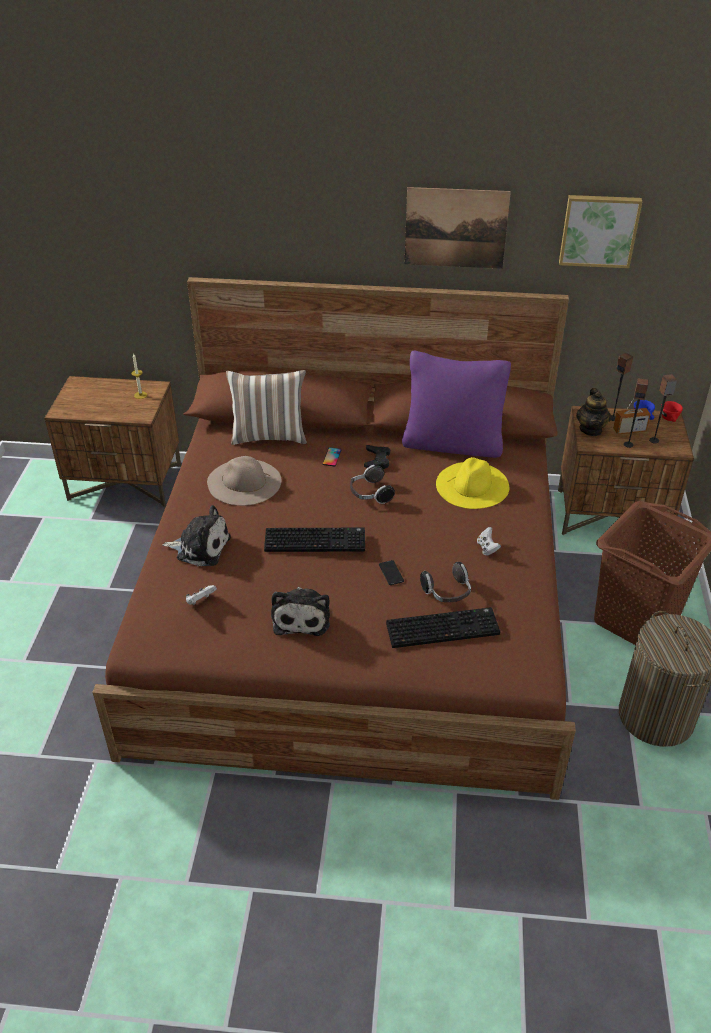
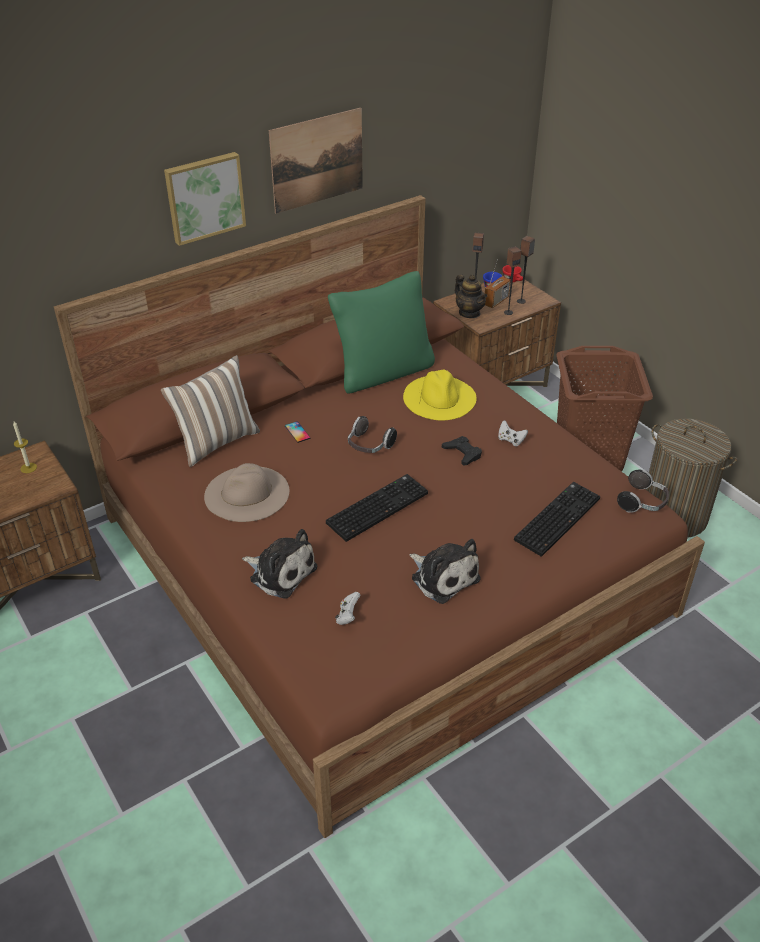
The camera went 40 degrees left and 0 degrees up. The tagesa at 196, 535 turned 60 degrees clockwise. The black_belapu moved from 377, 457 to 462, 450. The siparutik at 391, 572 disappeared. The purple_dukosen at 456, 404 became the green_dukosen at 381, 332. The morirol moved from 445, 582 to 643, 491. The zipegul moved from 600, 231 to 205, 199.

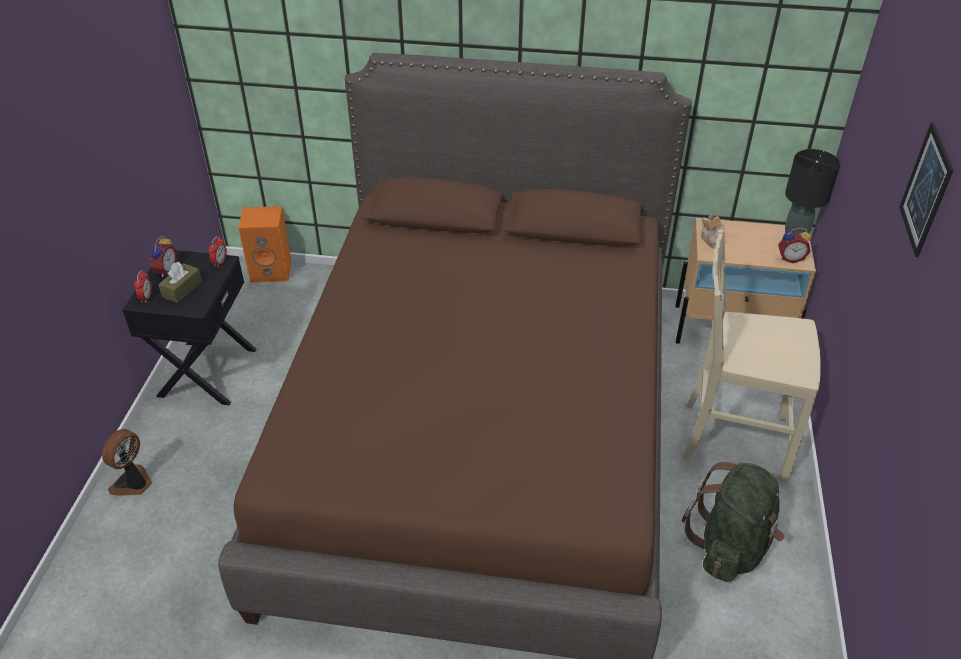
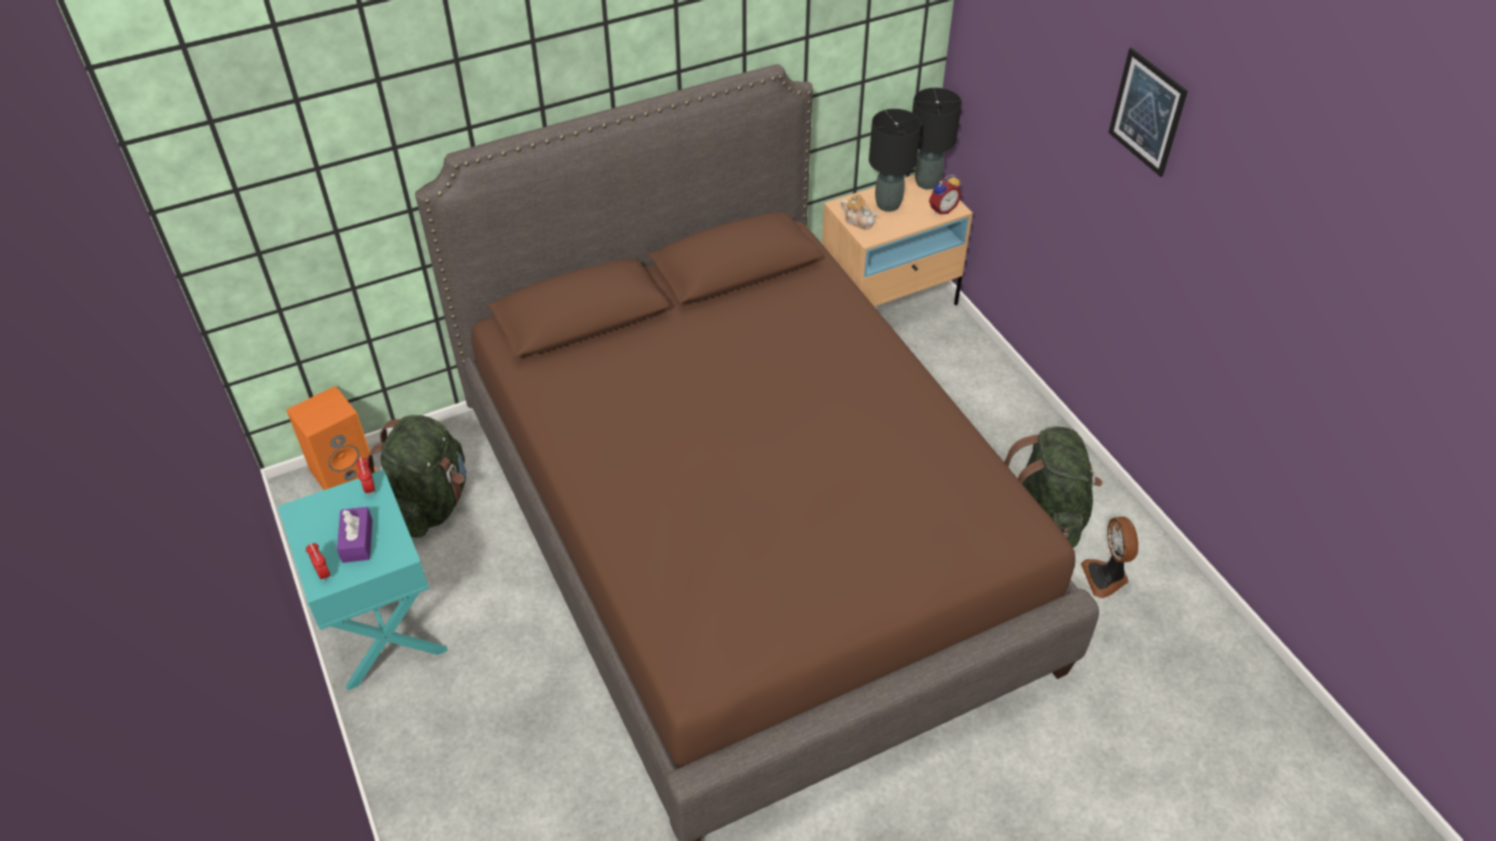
The camera went 35 degrees left and 5 degrees up. The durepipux moved from 127, 462 to 1109, 557. The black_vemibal at 189, 327 became the turquoise_vemibal at 363, 580. The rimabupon at 163, 256 disappeared. The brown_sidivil at 180, 282 became the purple_sidivil at 355, 535. The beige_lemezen at 752, 356 disappeared. The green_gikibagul at 416, 476 appeared. The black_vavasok at 895, 160 appeared.

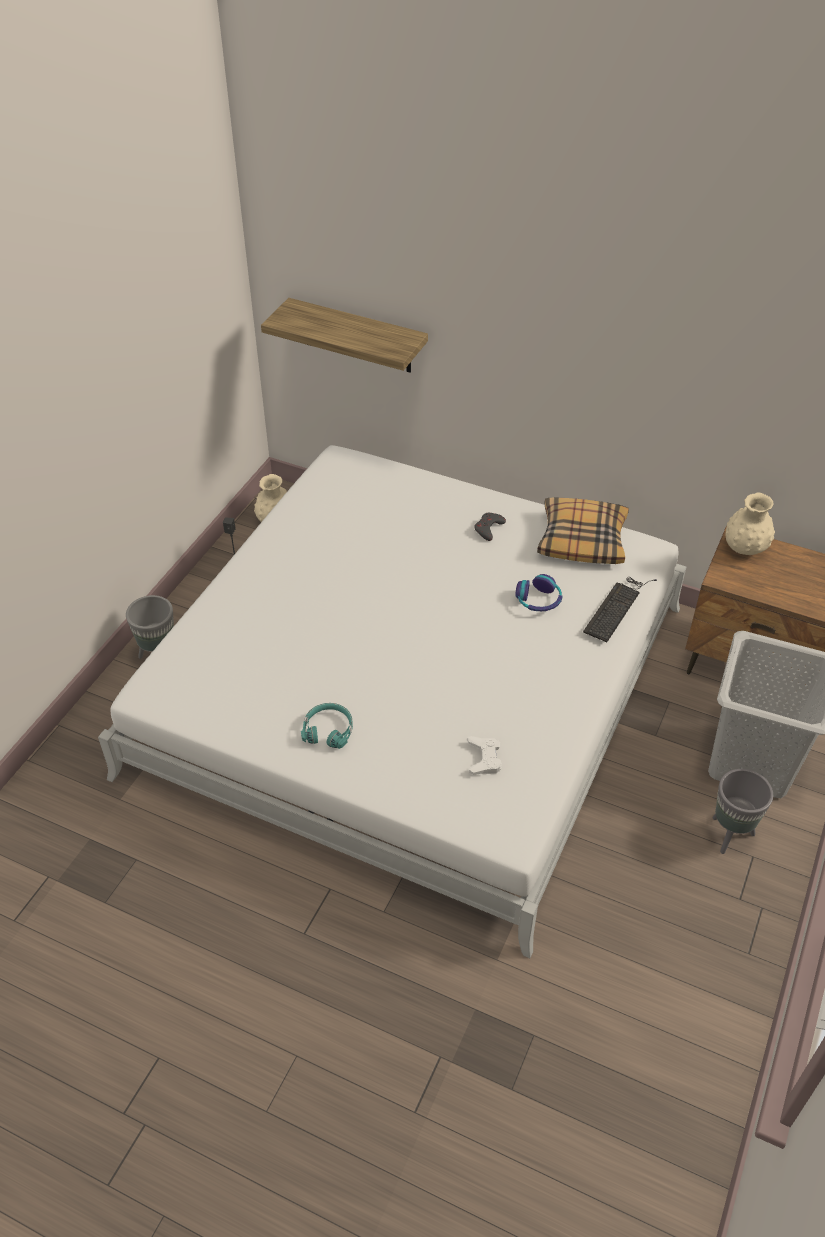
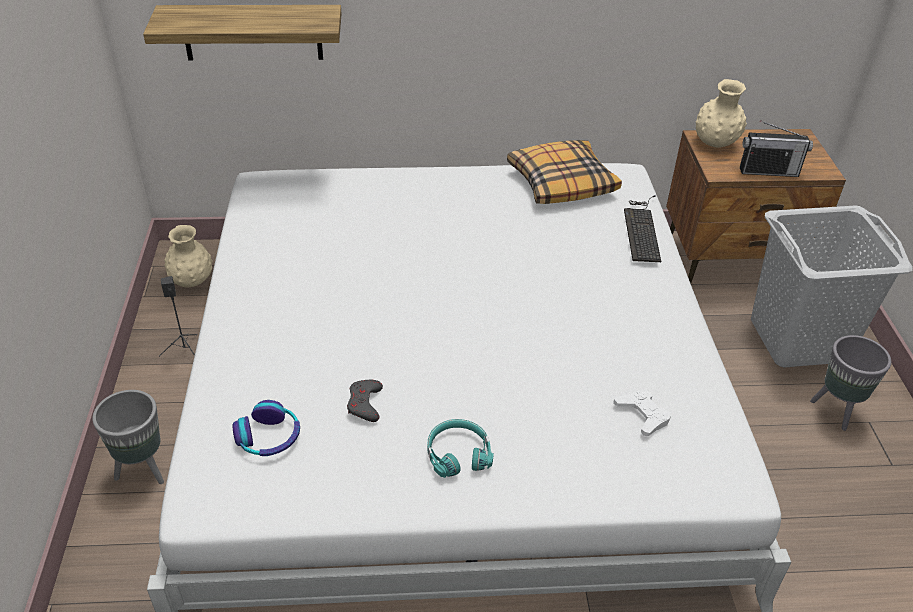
The camera went 30 degrees left and 5 degrees down. The grey_belapu moved from 490, 527 to 365, 401. The morirol moved from 539, 592 to 266, 428. The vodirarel at 776, 148 appeared.

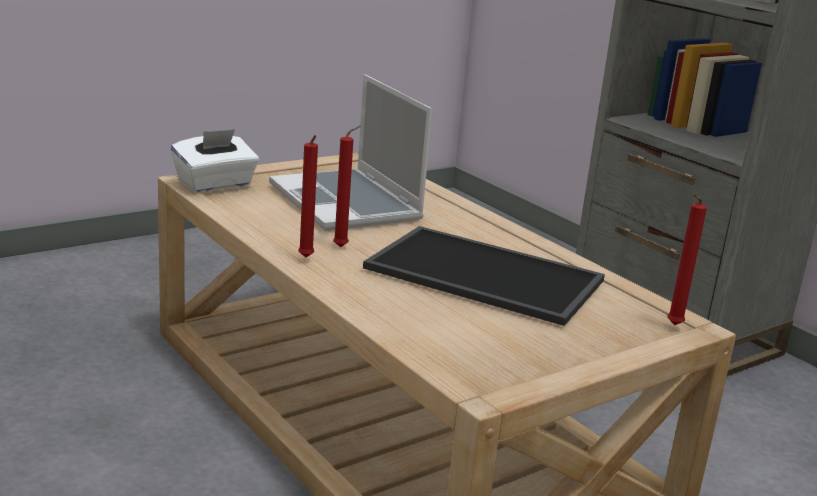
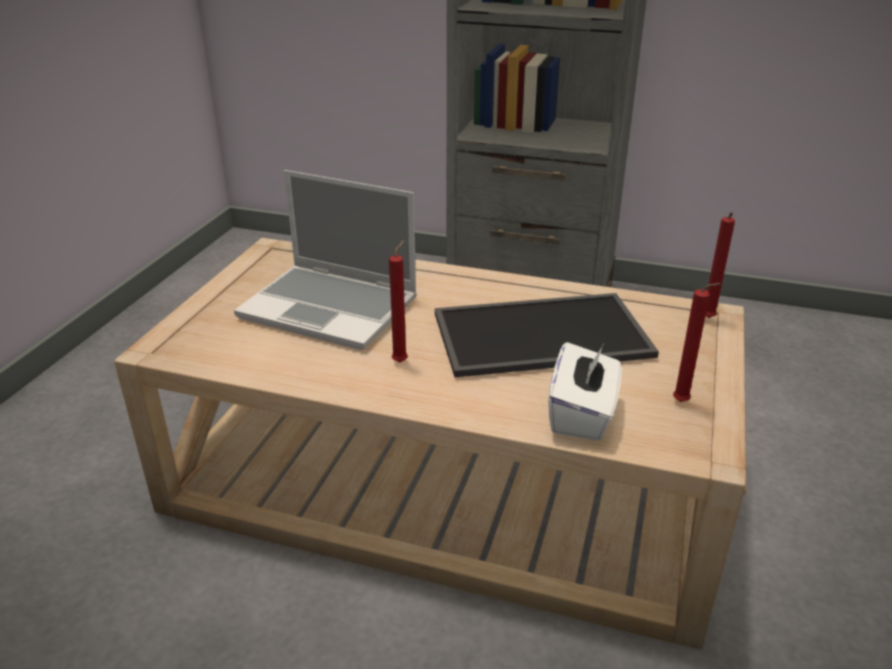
The camera went 35 degrees left and 10 degrees up. The white_sidivil moved from 215, 161 to 585, 391. The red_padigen moved from 308, 196 to 697, 342.

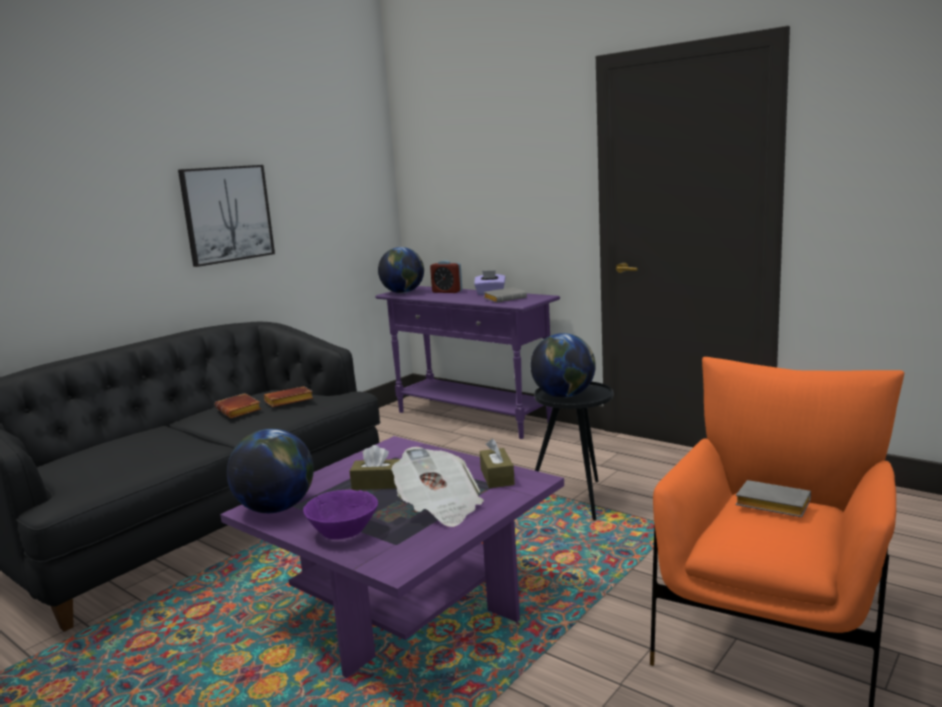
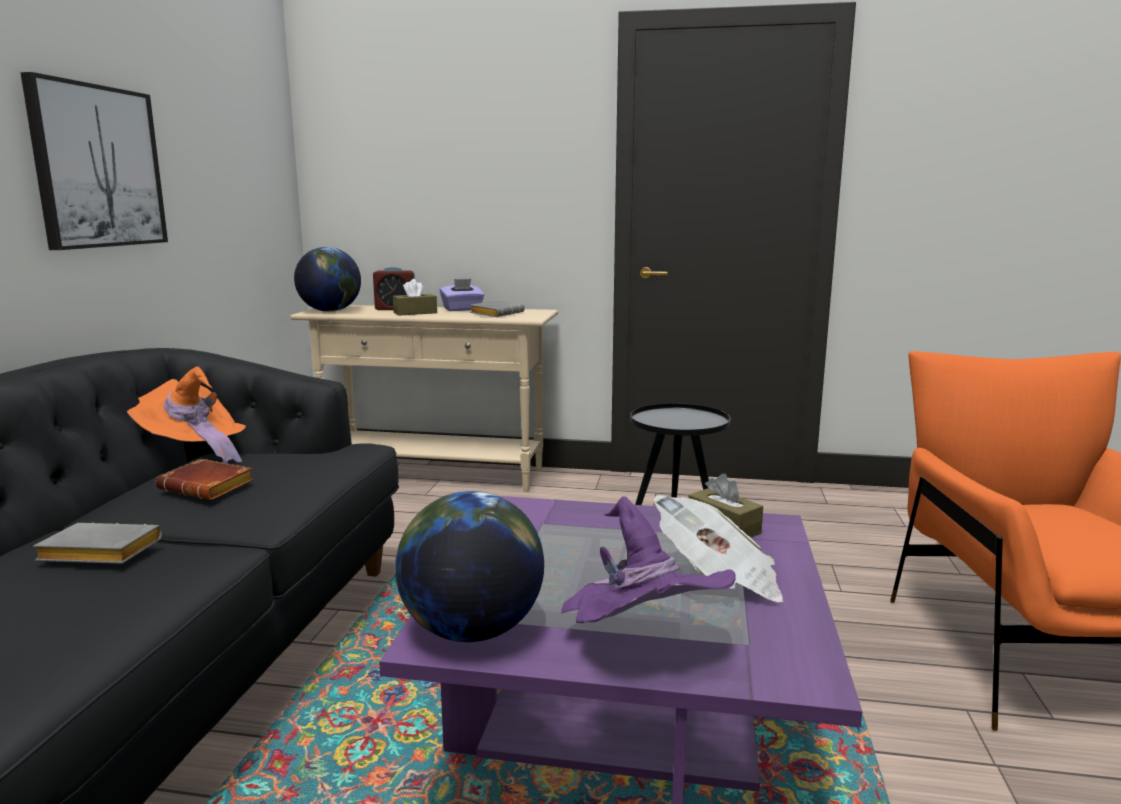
The camera went 30 degrees left and 0 degrees up. The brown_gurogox at 288, 396 disappeared. The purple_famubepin at 340, 514 was replaced by the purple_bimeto at 648, 559. The brown_sidivil moved from 375, 467 to 415, 297. The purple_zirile at 467, 362 became the beige_zirile at 424, 398. The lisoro at 563, 365 disappeared. The grey_gurogox moved from 773, 498 to 97, 543. The orange_bimeto at 186, 415 appeared.

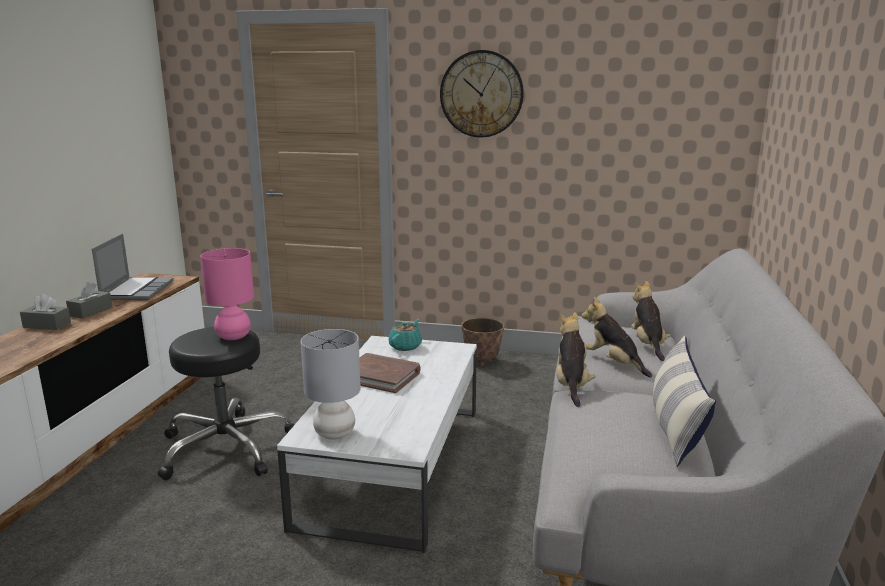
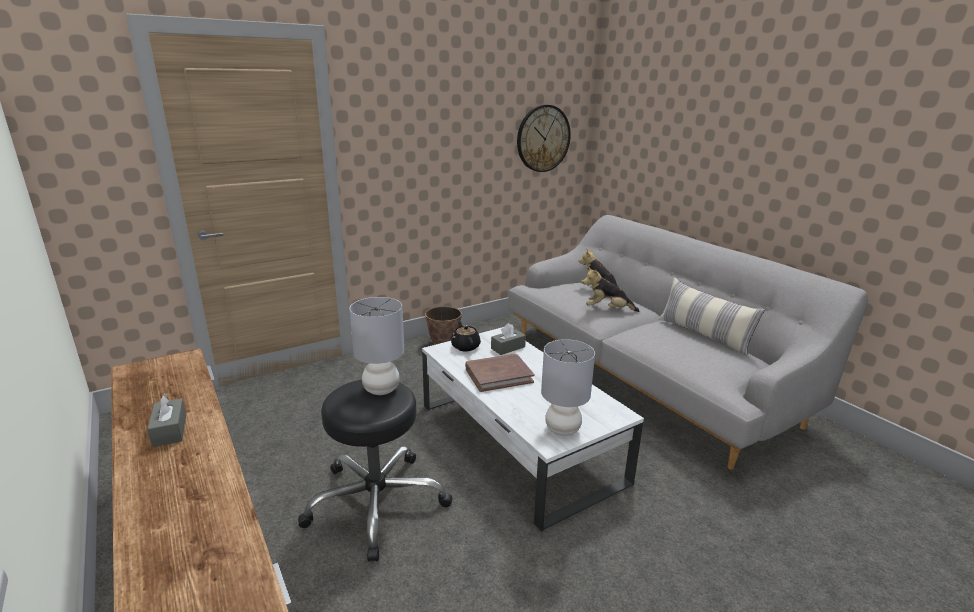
The camera went 45 degrees left and 5 degrees up. The grey_sidivil moved from 45, 311 to 508, 339. The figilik at 133, 267 disappeared. The pink_vavasok at 227, 294 became the grey_vavasok at 377, 346. The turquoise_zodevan at 405, 335 became the black_zodevan at 466, 335. The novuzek moved from 482, 94 to 544, 138. The tagesa at 576, 359 disappeared.

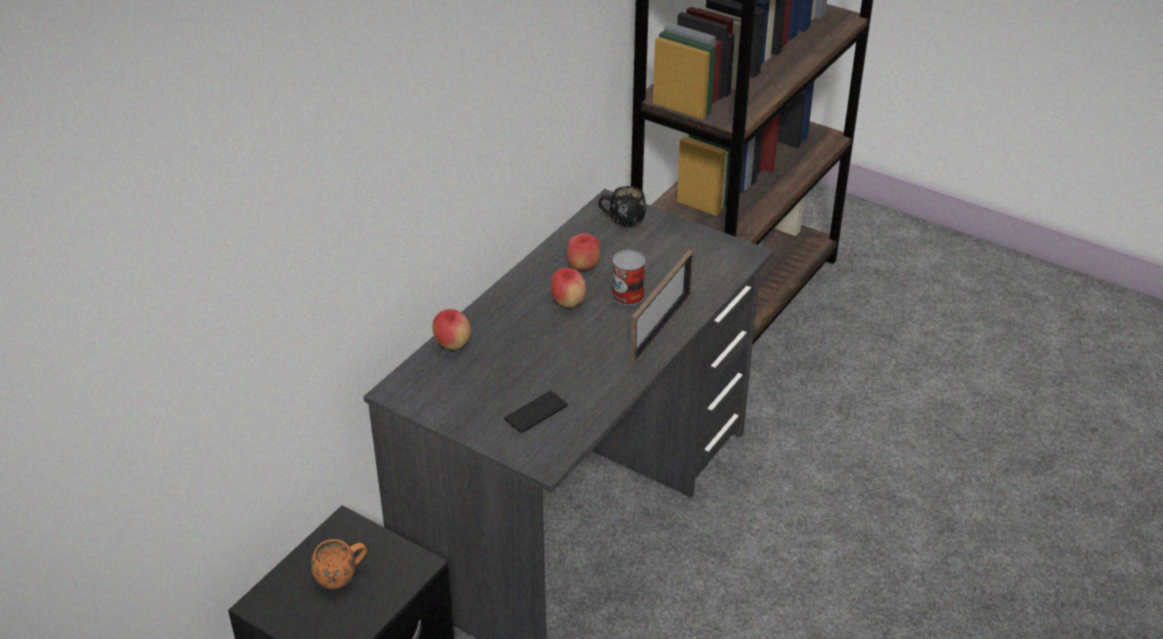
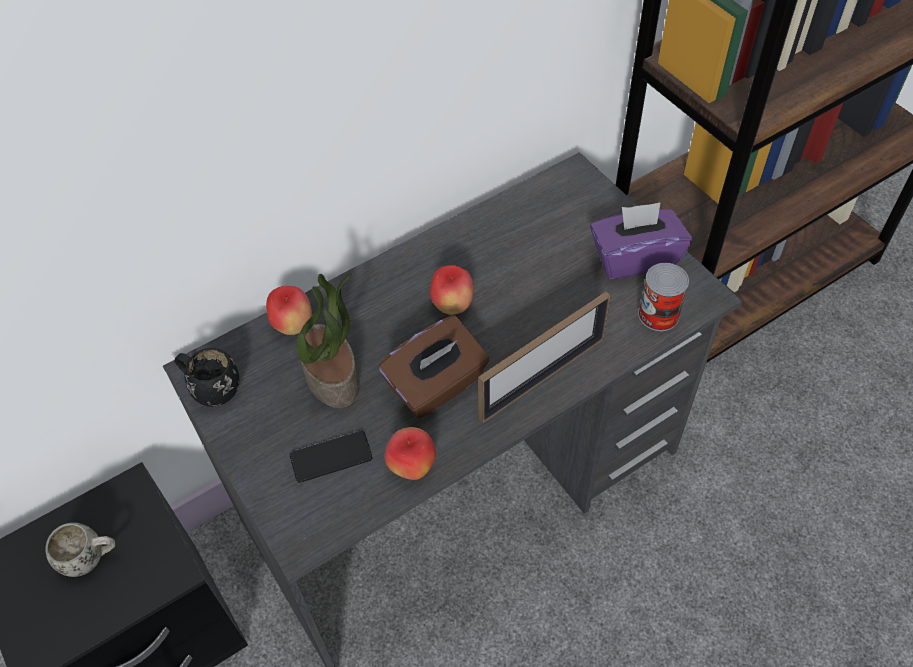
The camera went 25 degrees right and 15 degrees up. The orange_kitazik at 339, 564 became the white_kitazik at 80, 550. The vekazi moved from 583, 251 to 410, 453. The black_kitazik moved from 622, 206 to 207, 377. The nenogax moved from 628, 278 to 663, 297. The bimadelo at 328, 340 appeared. The brown_sidivil at 434, 367 appeared. The purple_sidivil at 641, 240 appeared.

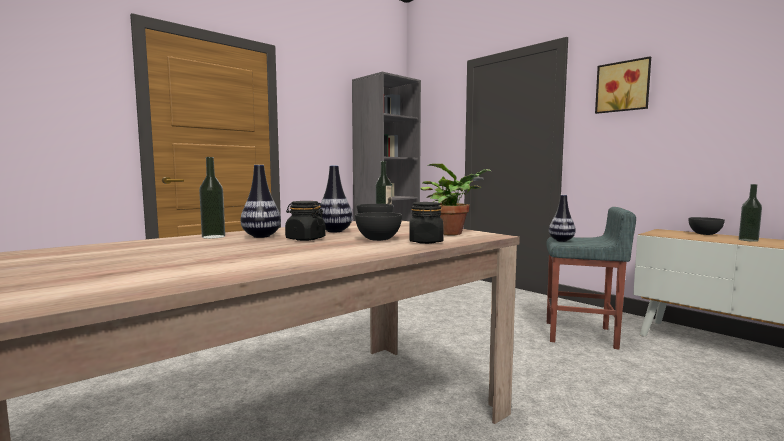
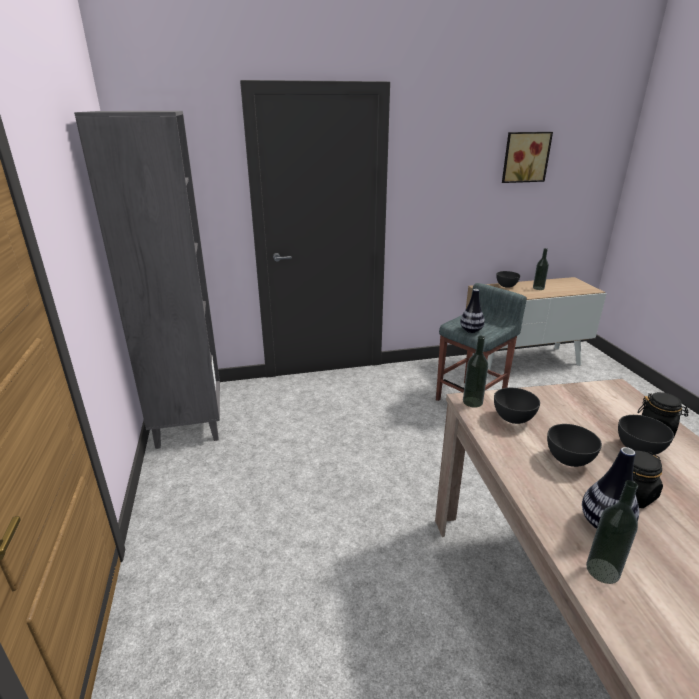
The camera went 60 degrees left and 20 degrees up. The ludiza at 336, 198 was replaced by the grey_famubepin at 574, 445. The bimadelo at 455, 199 disappeared. The zipegul moved from 623, 85 to 527, 157.

